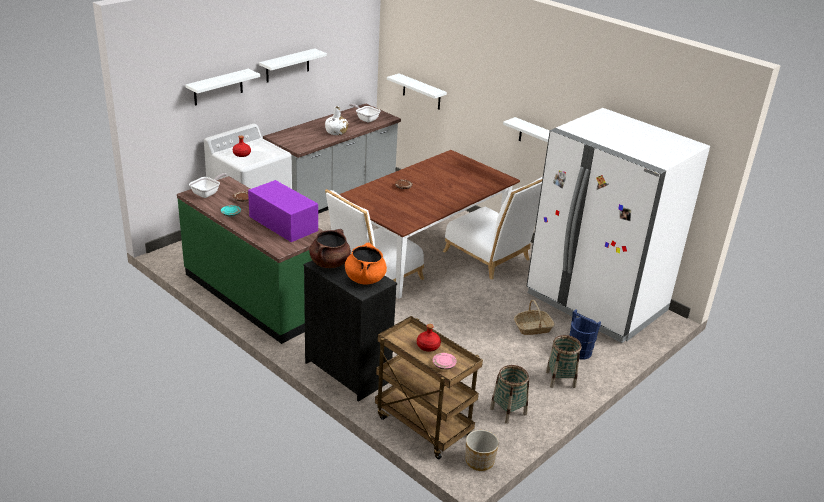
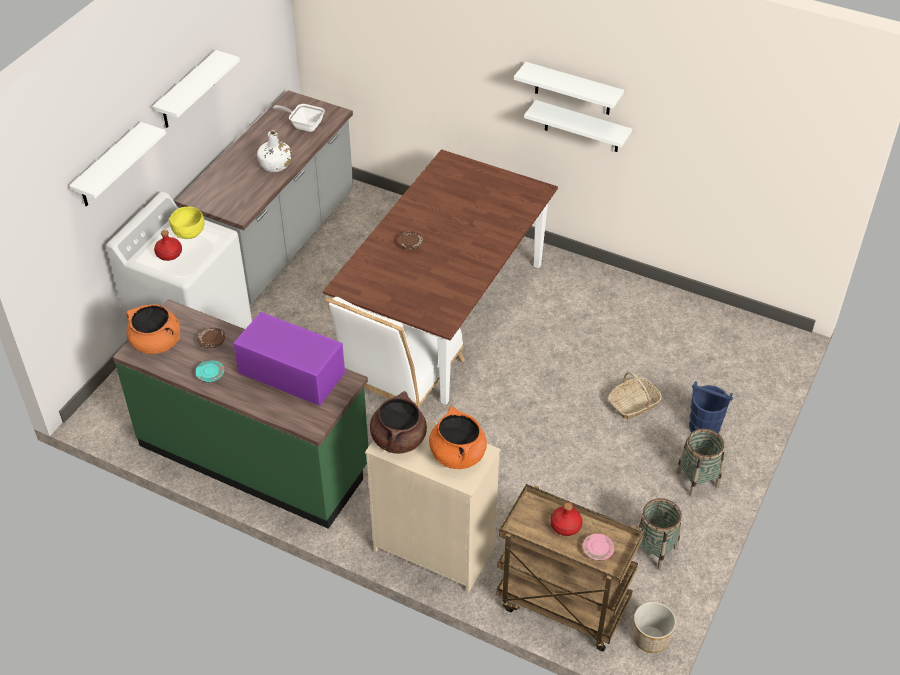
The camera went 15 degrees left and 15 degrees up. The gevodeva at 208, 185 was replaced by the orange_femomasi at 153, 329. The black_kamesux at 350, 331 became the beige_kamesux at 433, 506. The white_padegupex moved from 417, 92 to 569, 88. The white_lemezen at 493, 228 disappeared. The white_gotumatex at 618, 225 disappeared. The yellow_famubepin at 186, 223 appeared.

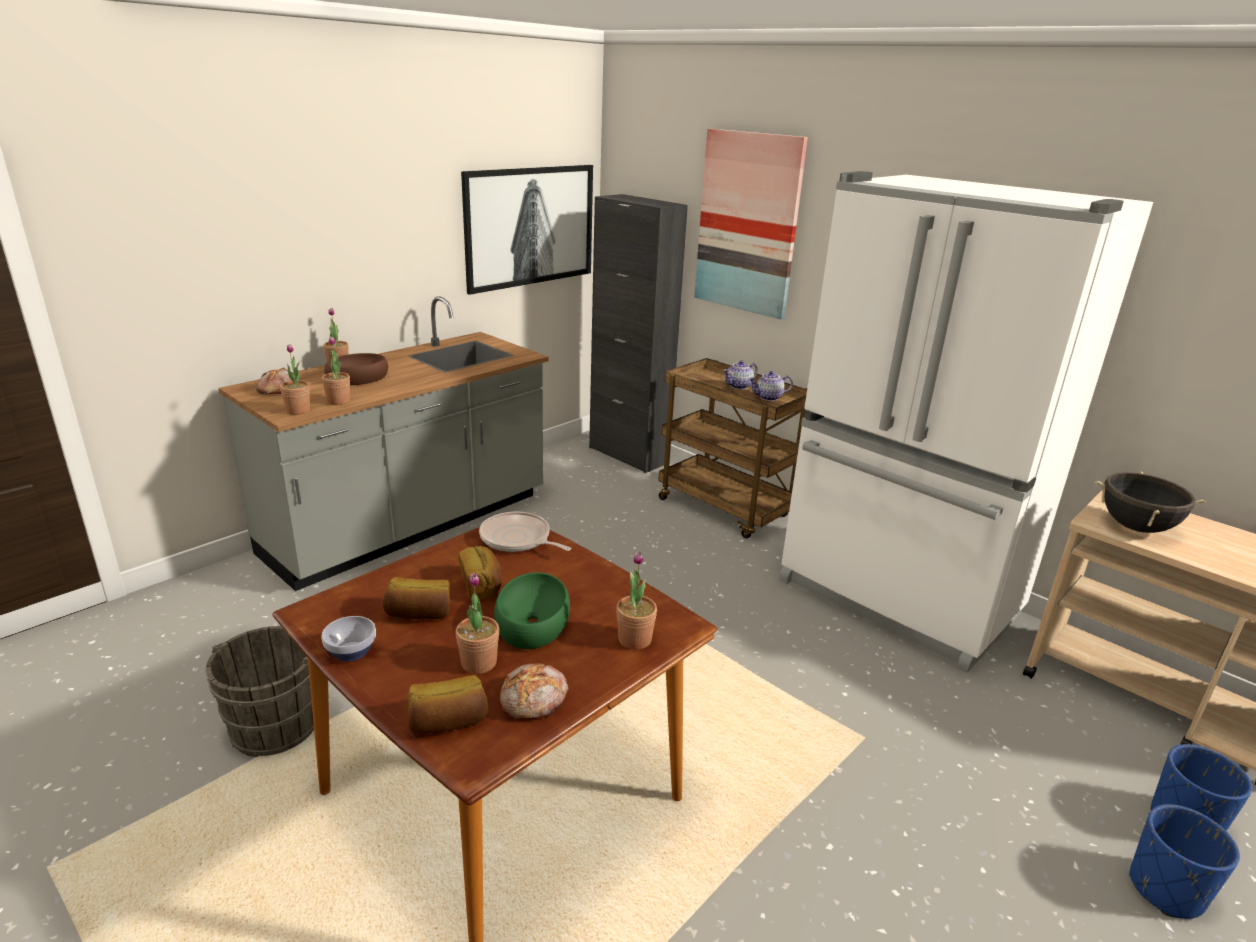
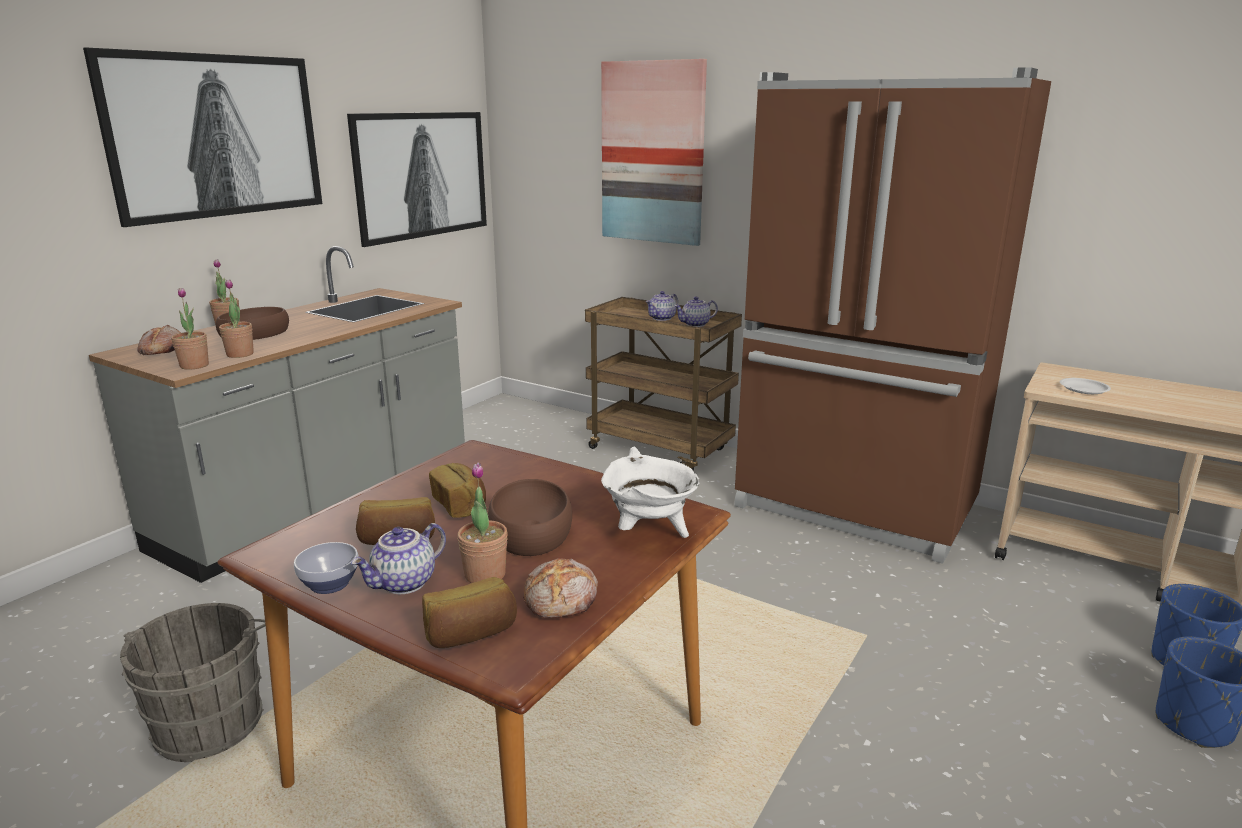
The camera went 10 degrees left and 5 degrees down. The gevodeva at 525, 532 disappeared. The green_famubepin at 532, 610 became the brown_famubepin at 530, 517. The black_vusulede at 638, 333 disappeared. The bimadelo at 636, 601 was replaced by the white_femomasi at 650, 492. The white_gotumatex at 966, 422 became the brown_gotumatex at 892, 315. The black_femomasi at 1150, 502 was replaced by the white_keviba at 1085, 386. The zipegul at 202, 137 appeared. The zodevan at 398, 558 appeared.

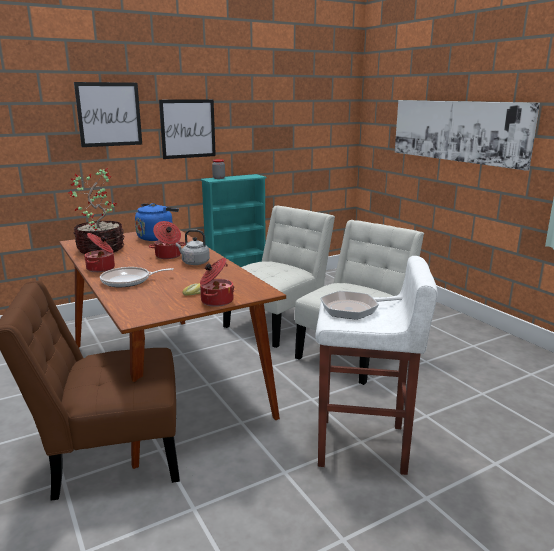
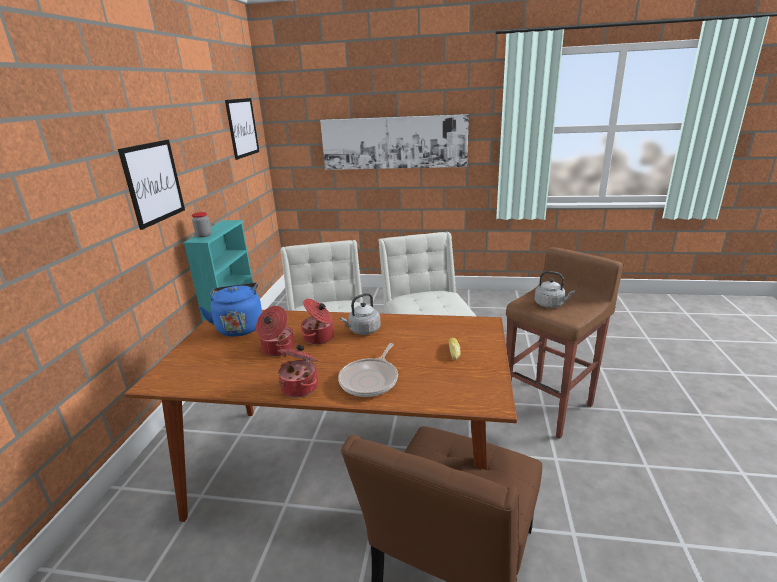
The camera went 50 degrees left and 5 degrees up. The bimadelo at 96, 211 disappeared. The zipegul moved from 108, 114 to 242, 129. The femomasi moved from 217, 282 to 275, 331. The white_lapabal at 376, 365 became the brown_lapabal at 564, 343. The gevodeva at 361, 305 was replaced by the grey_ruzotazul at 555, 289.

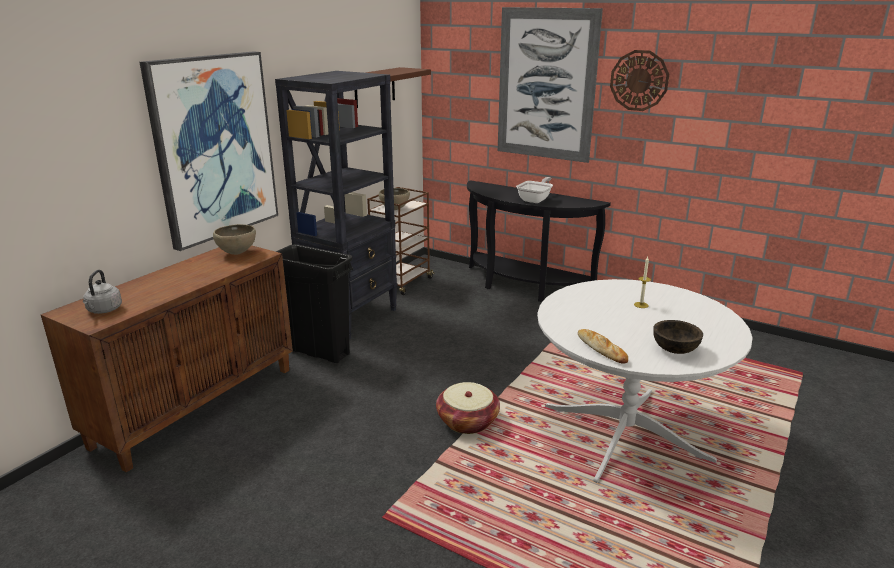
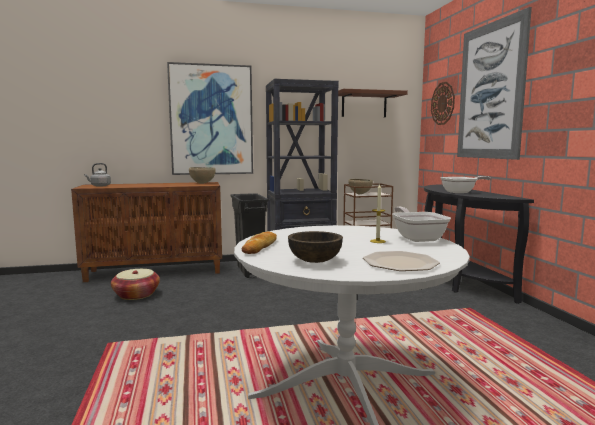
The camera went 45 degrees right and 15 degrees down. The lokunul moved from 468, 408 to 135, 284. The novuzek moved from 639, 80 to 443, 103. The keviba at 401, 261 appeared. The gevodeva at 421, 224 appeared.

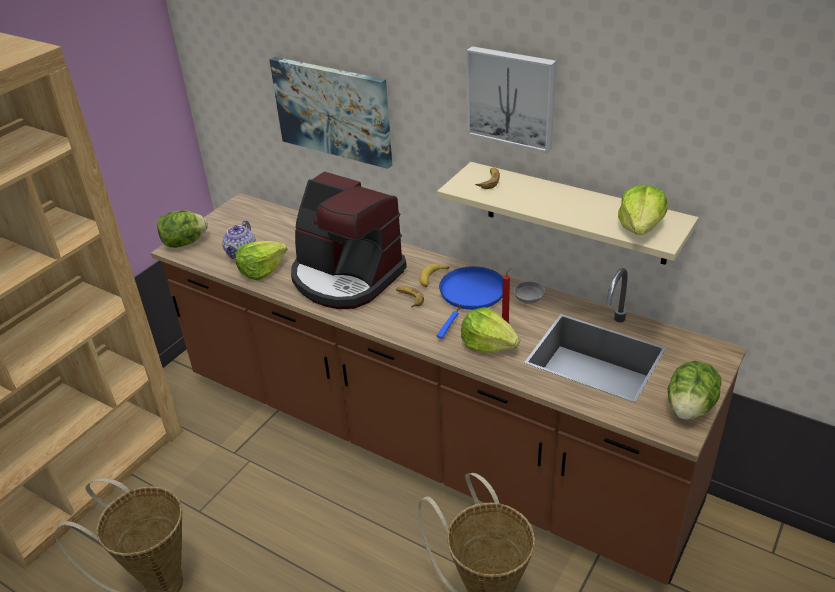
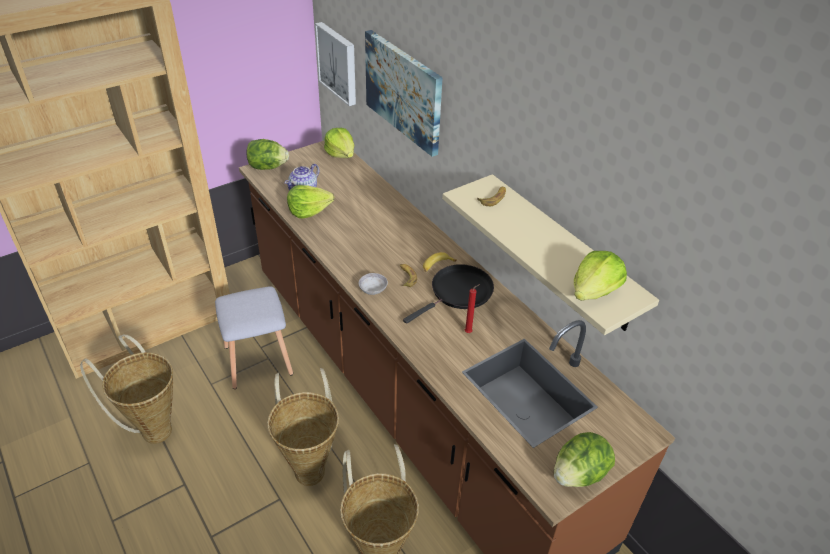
The camera went 20 degrees right and 5 degrees up. The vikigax at 349, 240 disappeared. The blue_gevodeva at 470, 302 became the black_gevodeva at 448, 294. The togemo moved from 490, 330 to 339, 143. The zipegul moved from 511, 99 to 335, 64. The grey_famubepin moved from 529, 292 to 373, 284. The grey_lapabal at 254, 337 appeared. The lokunul at 303, 427 appeared.

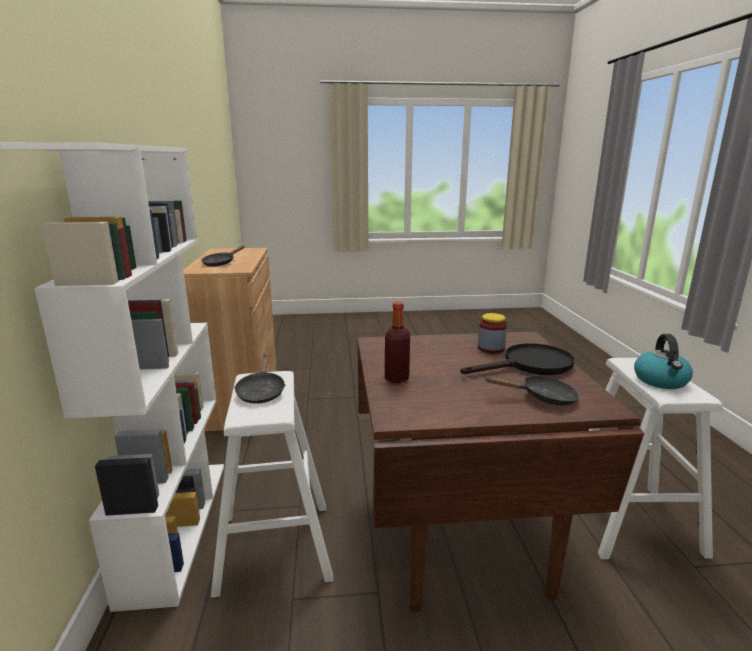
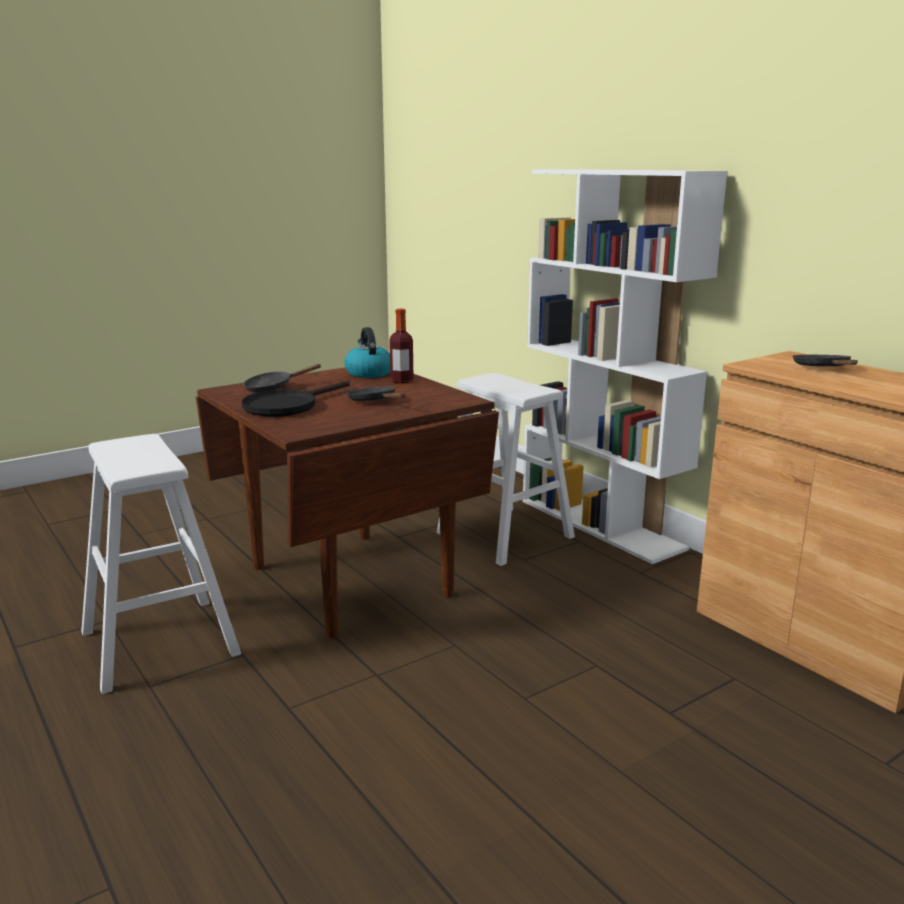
The camera went 150 degrees right and 0 degrees up. The black_gevodeva moved from 260, 379 to 376, 393. The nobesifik at 492, 333 disappeared. The ruzotazul moved from 663, 361 to 367, 352.

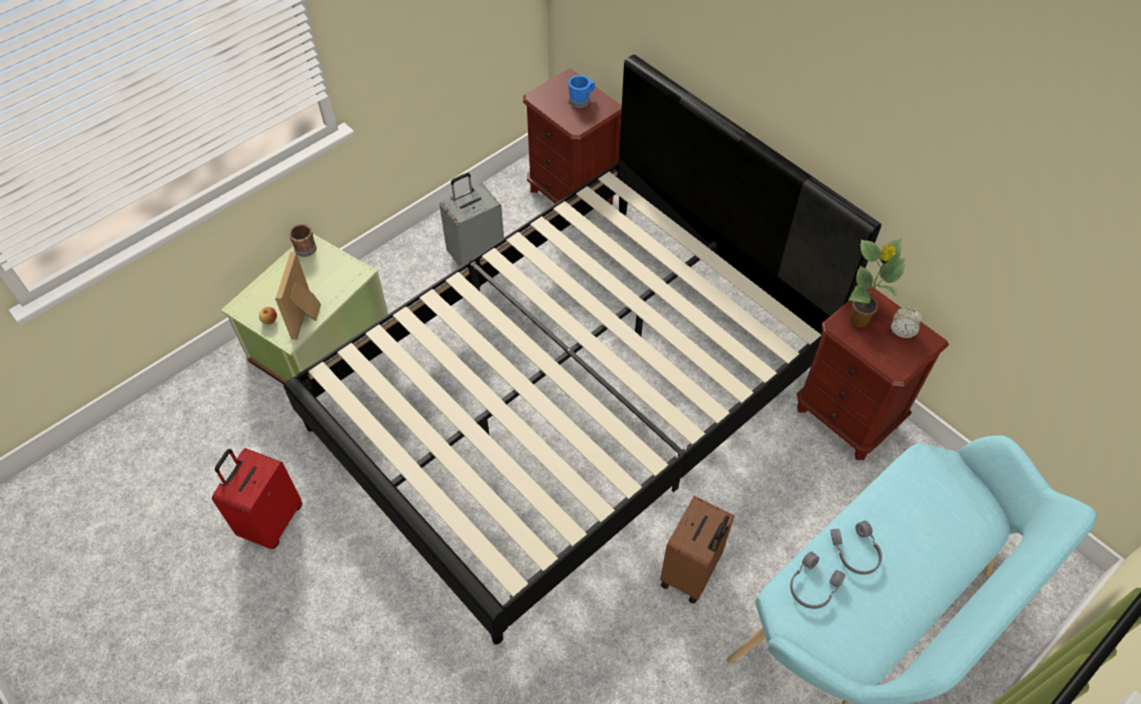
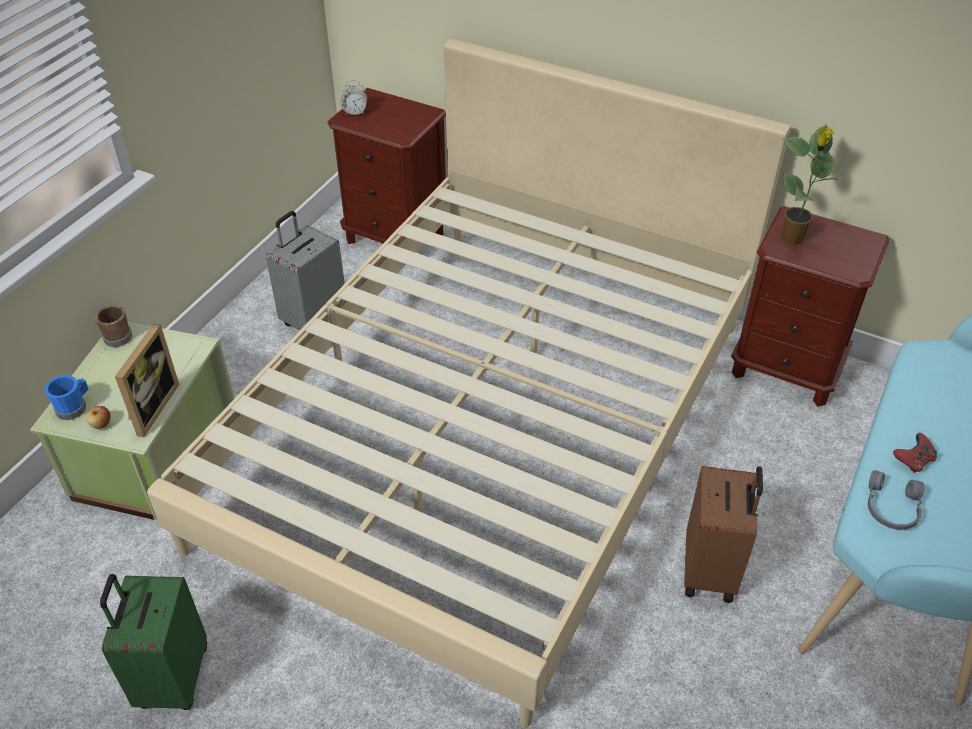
The camera went 20 degrees left and 10 degrees down. The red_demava at 257, 498 became the green_demava at 153, 642. The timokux at 298, 296 turned 150 degrees counterclockwise. The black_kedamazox at 582, 349 became the beige_kedamazox at 469, 383. The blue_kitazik moved from 581, 91 to 67, 397. The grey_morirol at 856, 548 was replaced by the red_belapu at 915, 453. The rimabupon moved from 907, 322 to 354, 97.

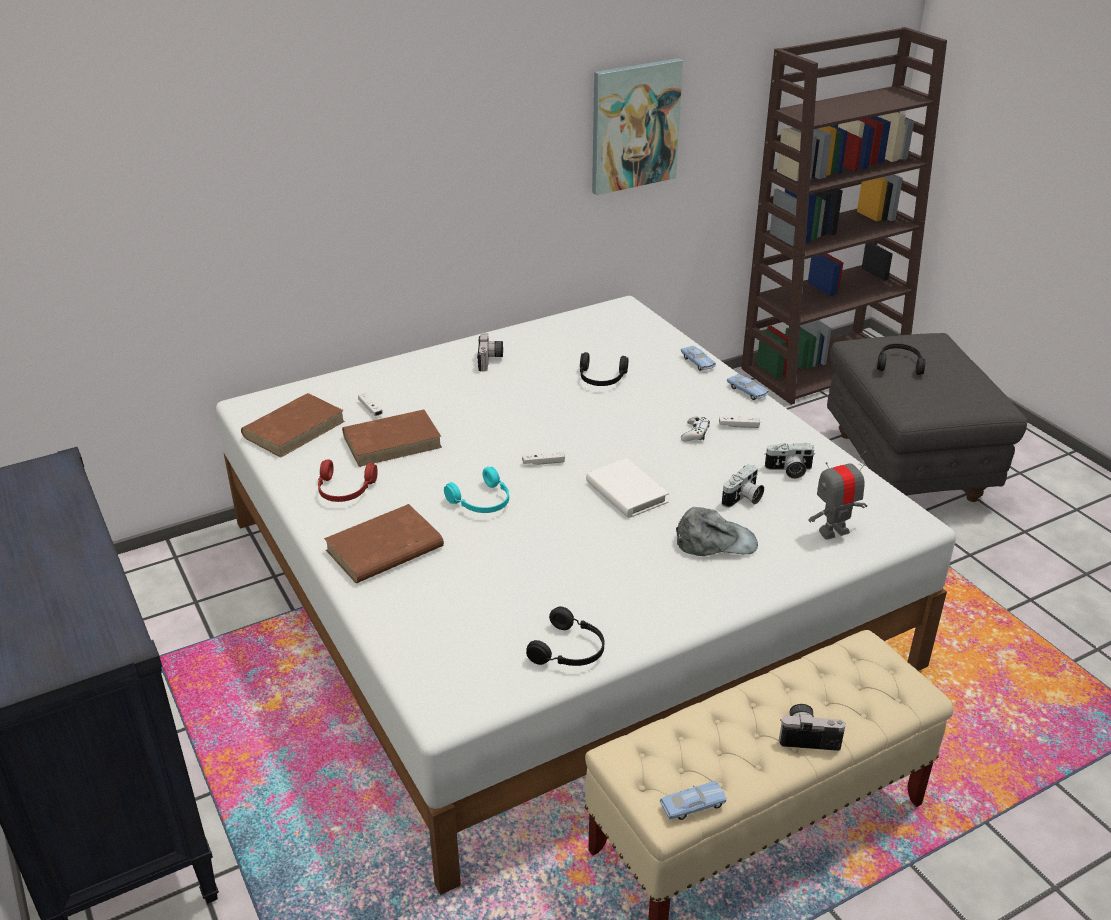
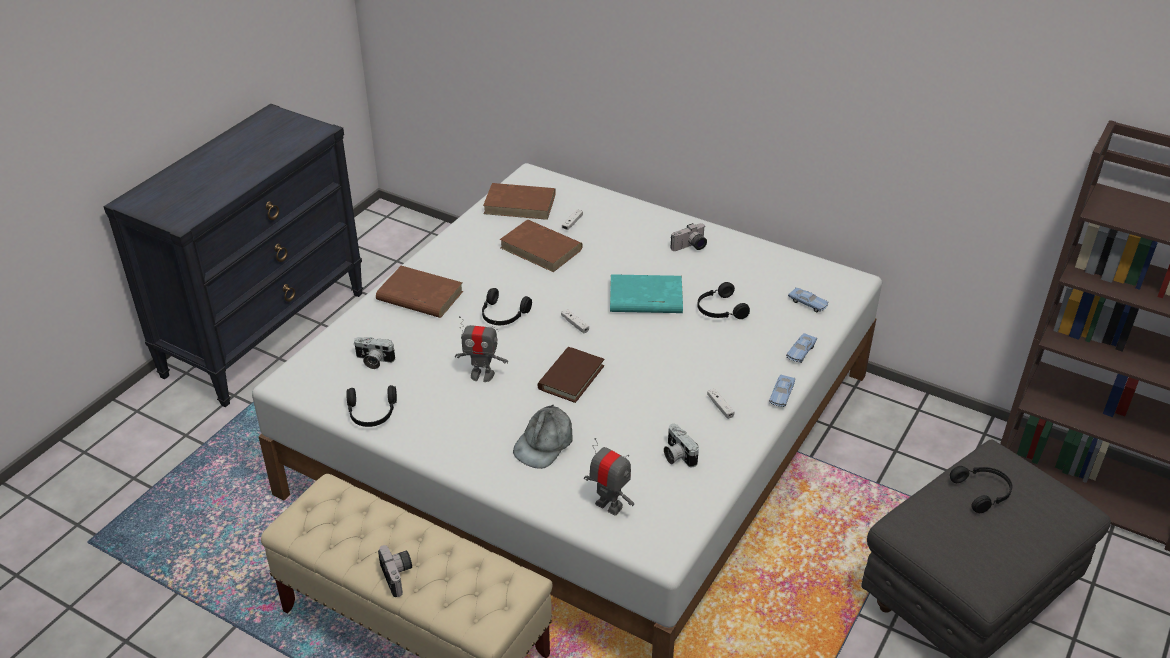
The camera went 60 degrees right and 5 degrees up. The red_morirol at 348, 480 disappeared. The turquoise_morirol at 476, 490 became the black_morirol at 507, 306. The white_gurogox at 627, 488 became the brown_gurogox at 570, 375. The zipegul at 637, 126 disappeared. The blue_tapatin moved from 693, 800 to 808, 300. The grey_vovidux at 717, 531 turned 60 degrees clockwise. The white_belapu at 695, 428 disappeared. The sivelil moved from 743, 486 to 374, 353. The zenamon at 481, 349 appeared. The turquoise_gurogox at 646, 293 appeared.

